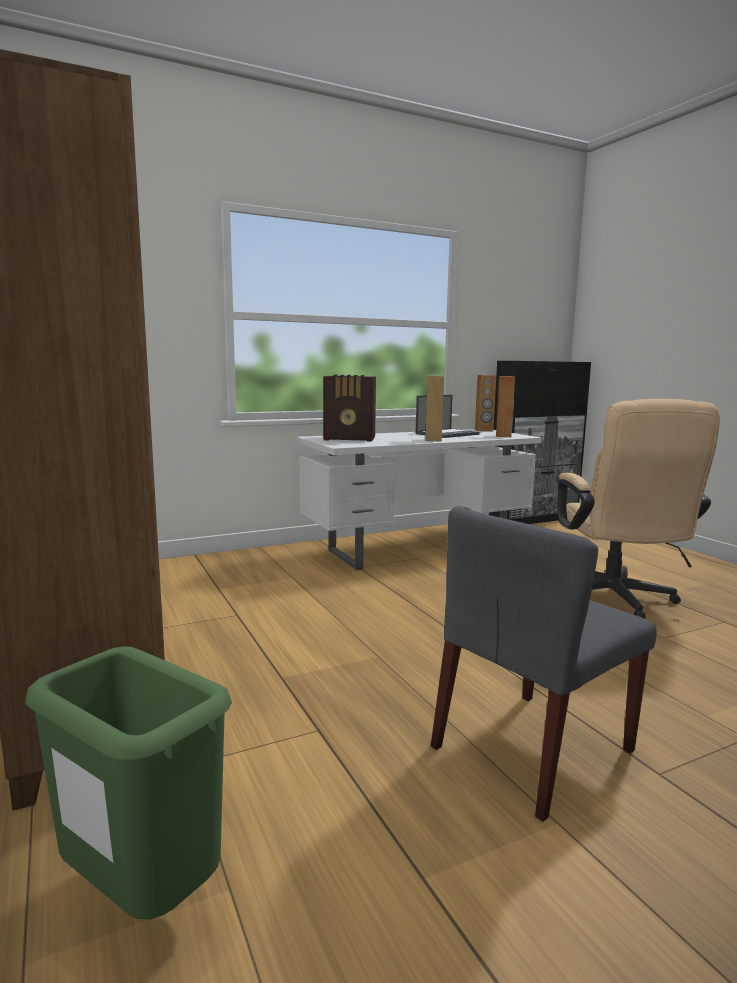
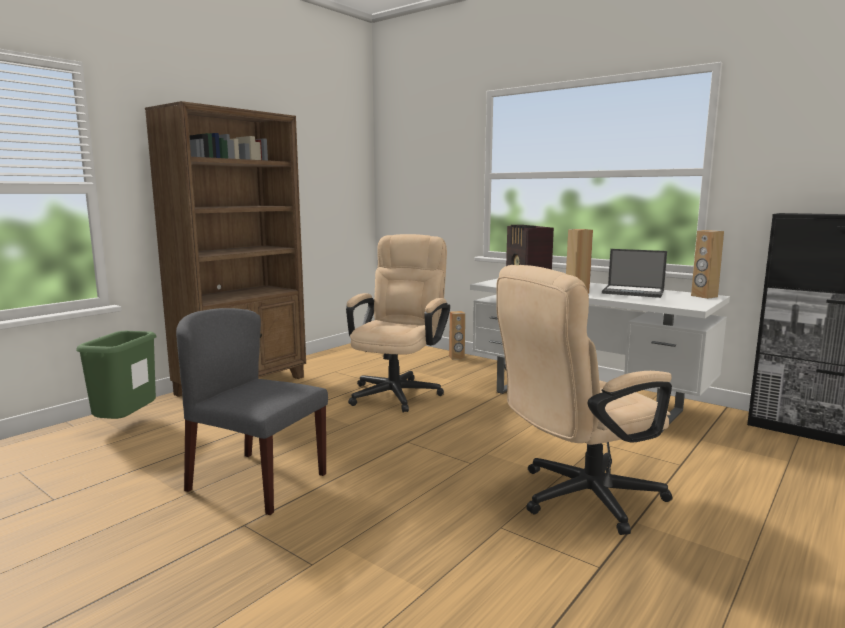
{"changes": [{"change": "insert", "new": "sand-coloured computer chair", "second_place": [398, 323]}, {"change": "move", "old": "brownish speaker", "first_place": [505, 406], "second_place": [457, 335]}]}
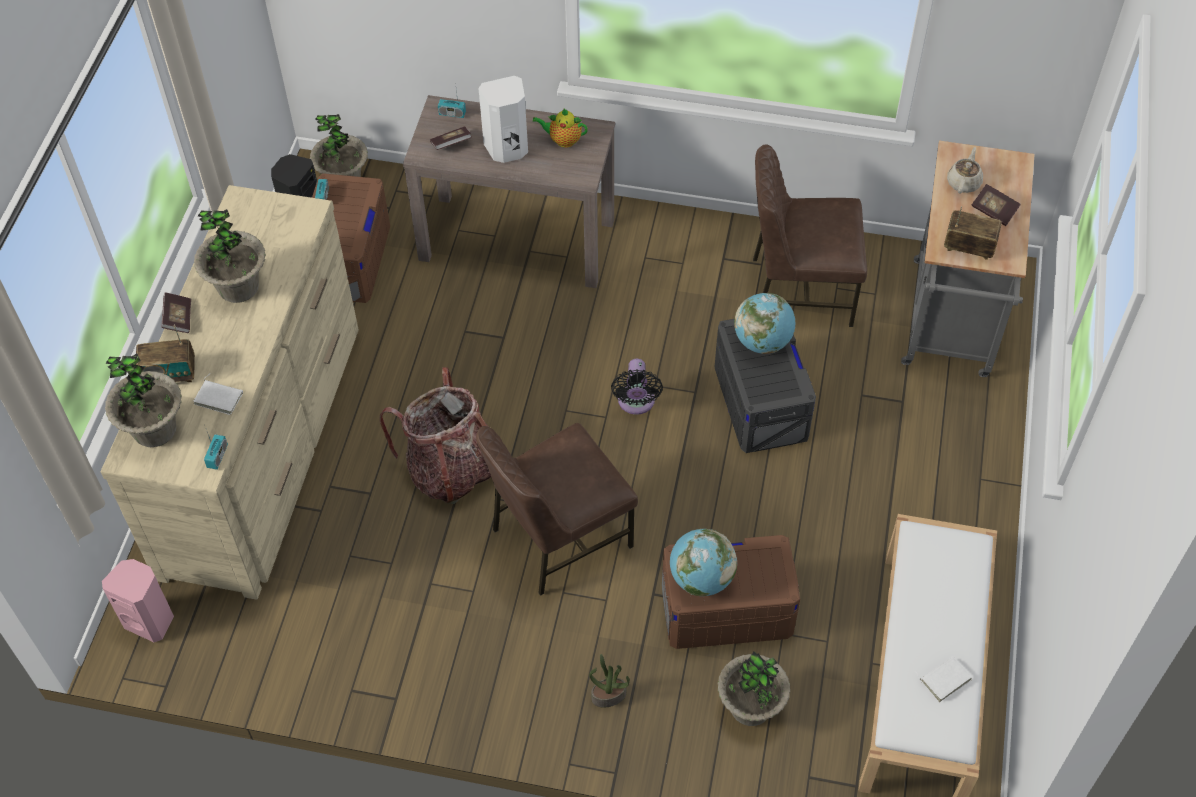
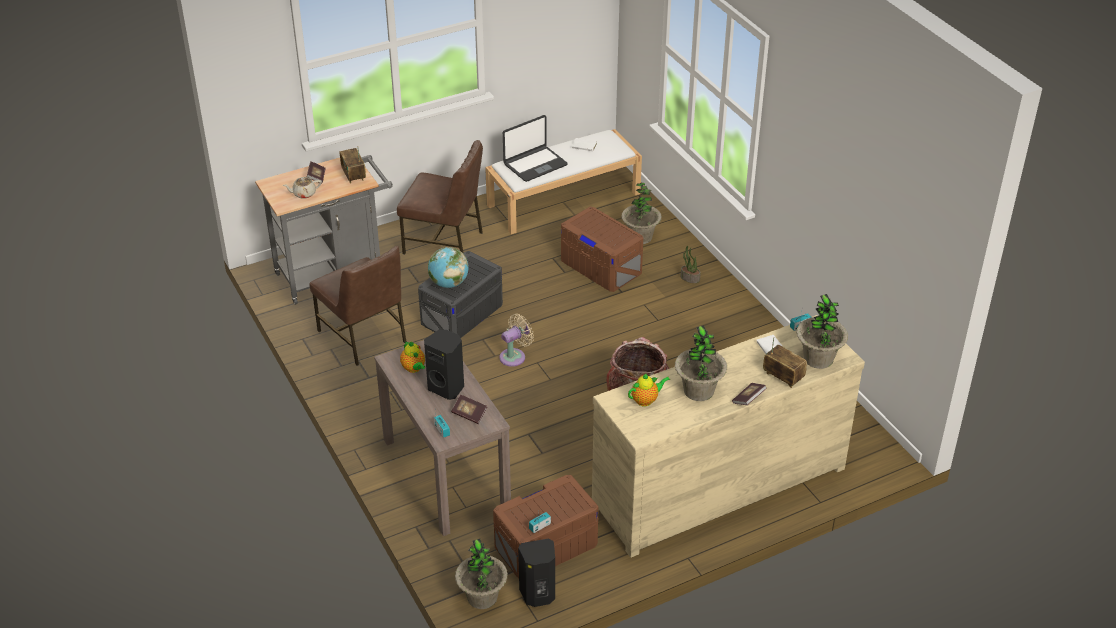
{"changes": [{"change": "delete", "old": "pink-coloured speaker", "first_place": [138, 600]}, {"change": "delete", "old": "world globe", "first_place": [703, 562]}, {"change": "insert", "new": "laptop", "second_place": [535, 148]}, {"change": "insert", "new": "tea pot", "second_place": [649, 389]}, {"change": "move", "old": "brownish plain chair", "first_place": [557, 509], "second_place": [440, 197]}, {"change": "recolor", "old": "white speaker", "new": "black speaker", "first_place": [503, 119], "second_place": [444, 365]}, {"change": "recolor", "old": "black cooling fan", "new": "sand-coloured cooling fan", "first_place": [637, 386], "second_place": [516, 340]}]}
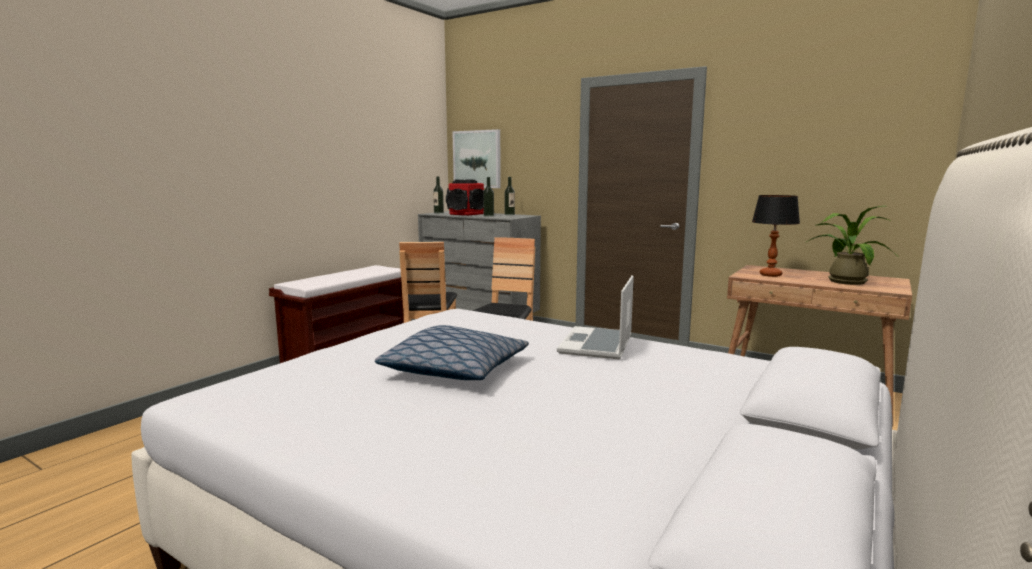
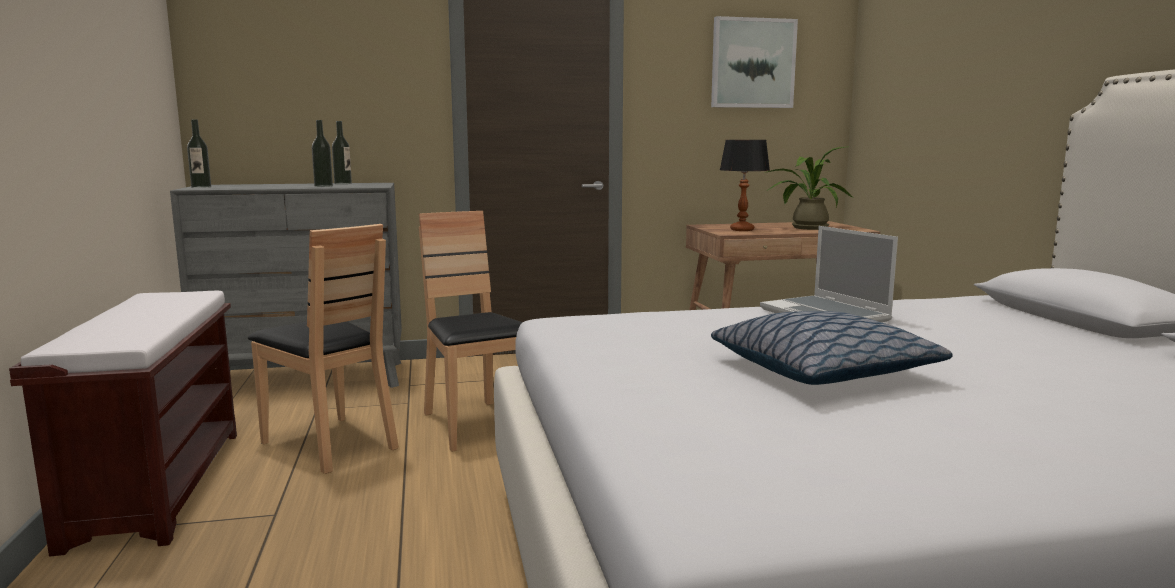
{"changes": [{"change": "delete", "old": "speaker", "first_place": [465, 197]}, {"change": "move", "old": "picture", "first_place": [476, 158], "second_place": [754, 62]}]}
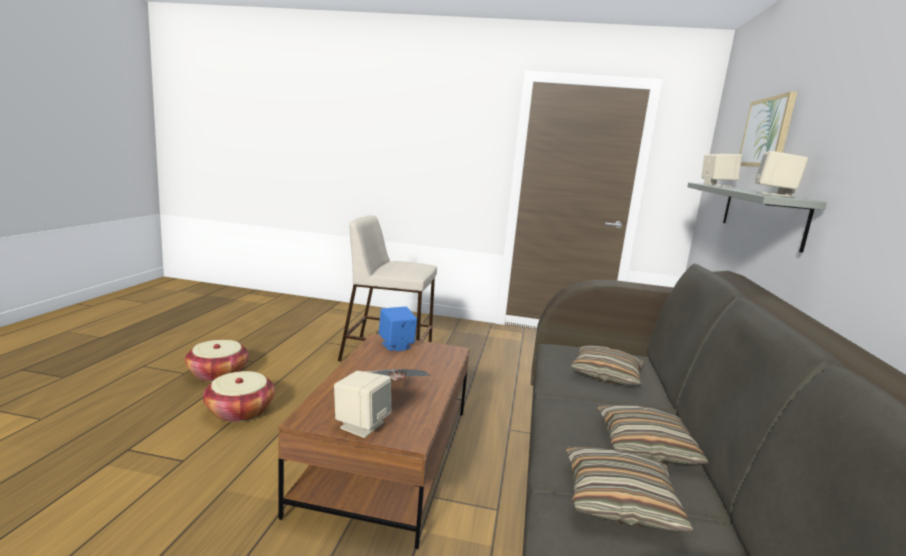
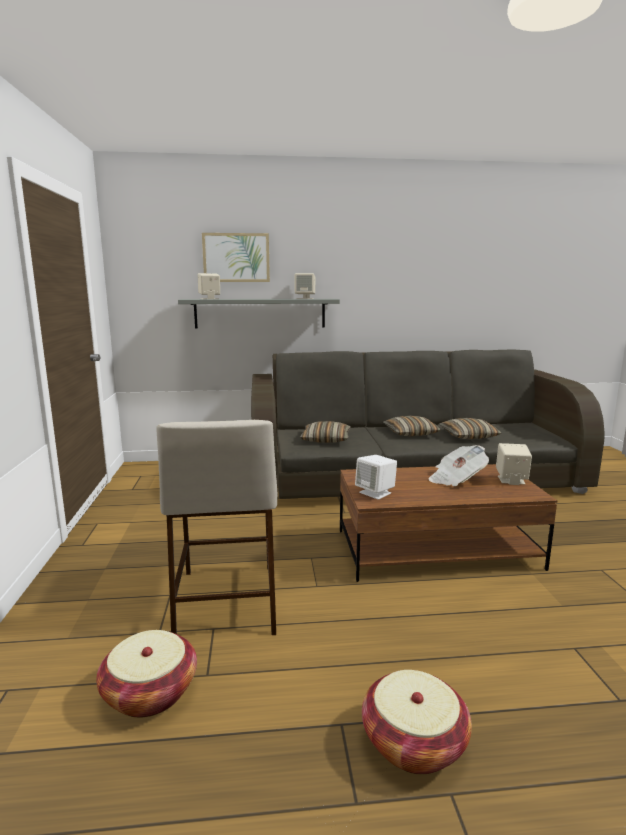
{"changes": [{"change": "move", "old": "household basket", "first_place": [239, 396], "second_place": [146, 674]}, {"change": "recolor", "old": "blue speaker", "new": "white speaker", "first_place": [398, 329], "second_place": [376, 477]}]}
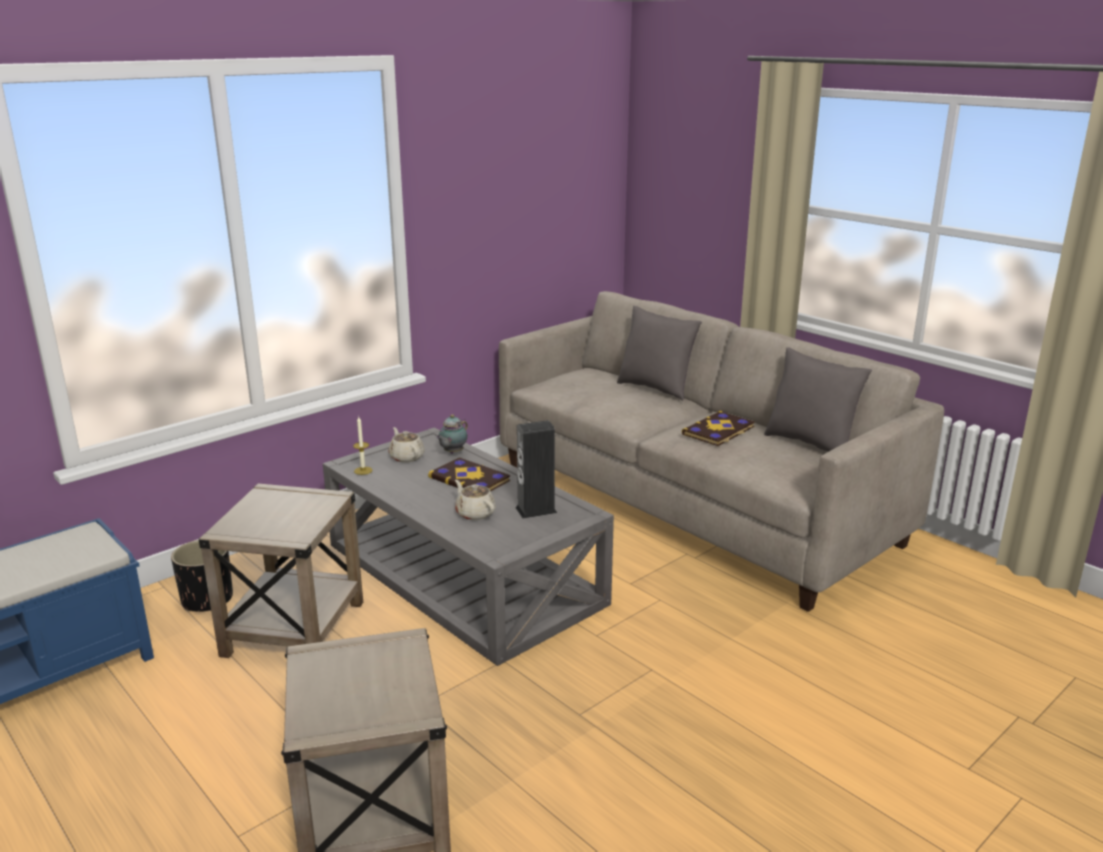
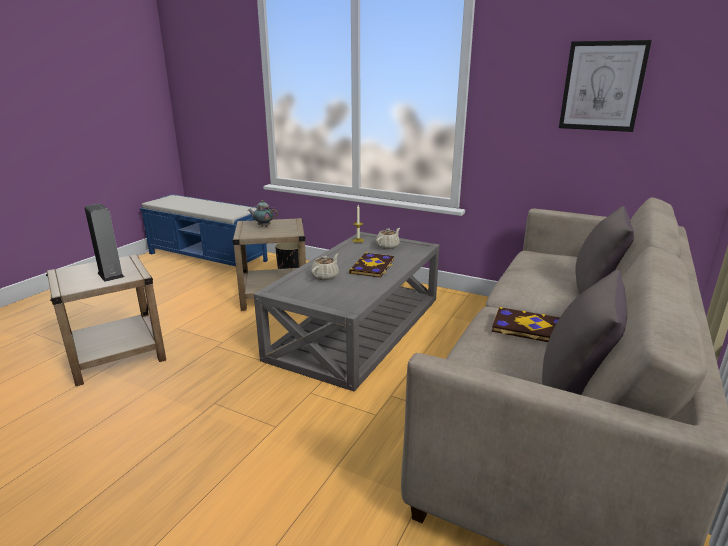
{"changes": [{"change": "insert", "new": "picture", "second_place": [605, 86]}, {"change": "move", "old": "tea pot", "first_place": [452, 434], "second_place": [263, 213]}, {"change": "move", "old": "speaker", "first_place": [536, 469], "second_place": [104, 243]}]}
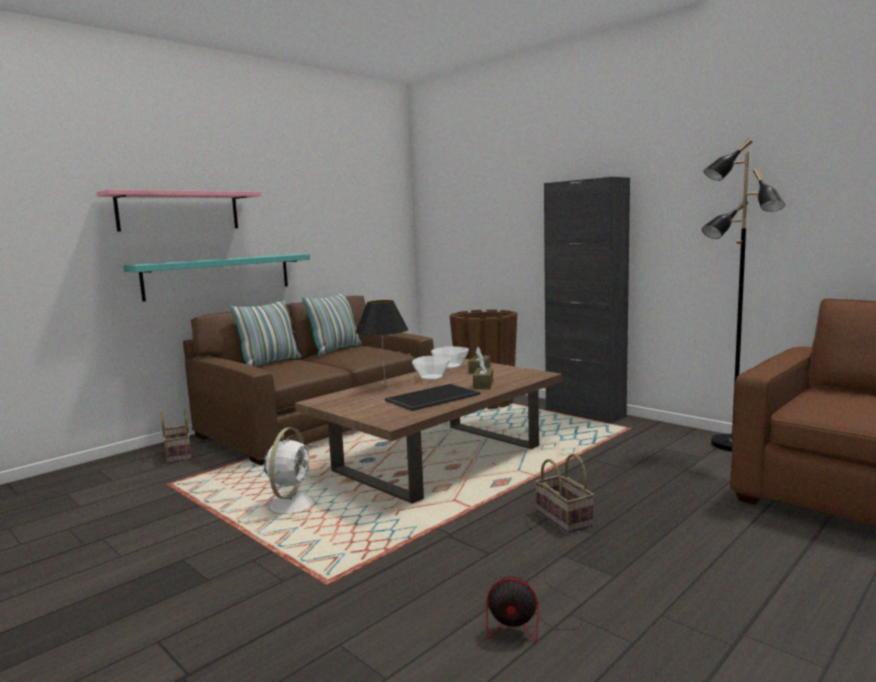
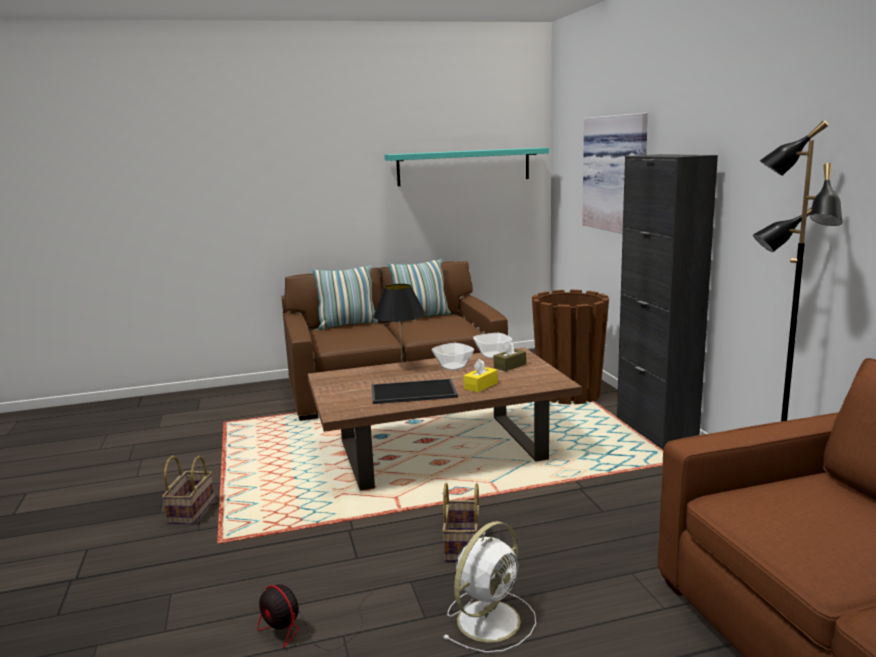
{"changes": [{"change": "delete", "old": "pink-coloured shelf", "first_place": [179, 210]}, {"change": "insert", "new": "picture", "second_place": [615, 173]}, {"change": "move", "old": "turquoise-coloured shelf", "first_place": [216, 278], "second_place": [466, 167]}, {"change": "move", "old": "household basket", "first_place": [176, 435], "second_place": [188, 490]}, {"change": "move", "old": "white cooling fan", "first_place": [287, 473], "second_place": [489, 587]}, {"change": "recolor", "old": "brownish tissue holder", "new": "yellow-coloured tissue holder", "first_place": [483, 374], "second_place": [481, 375]}]}
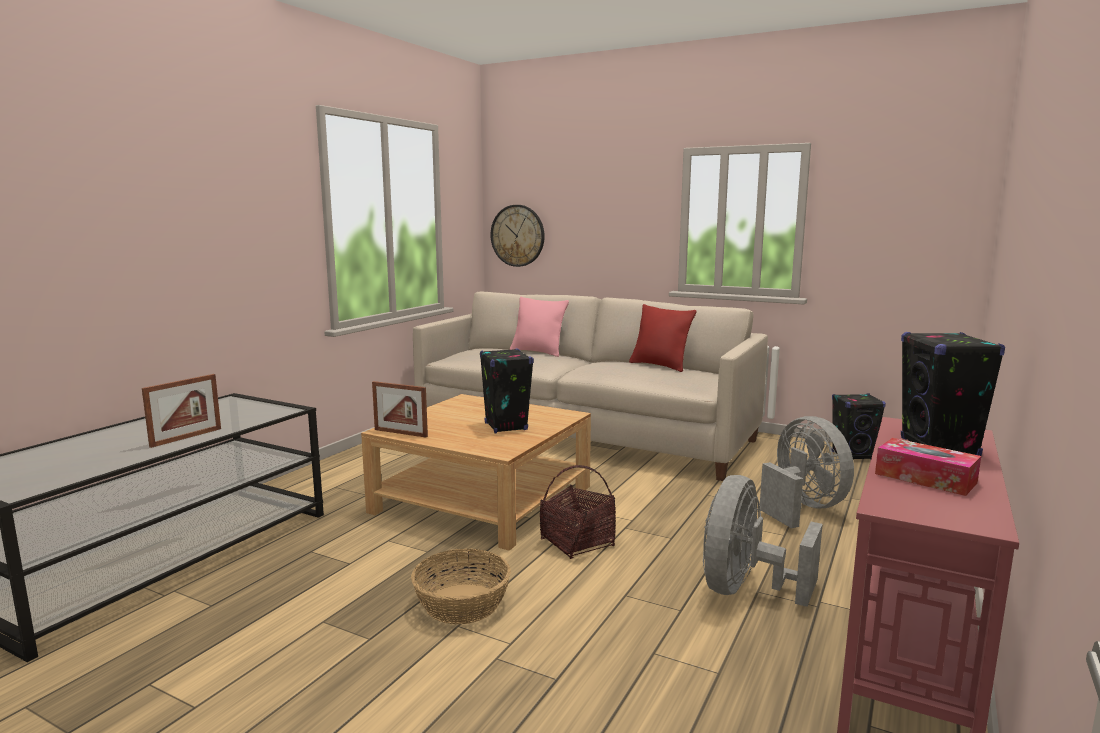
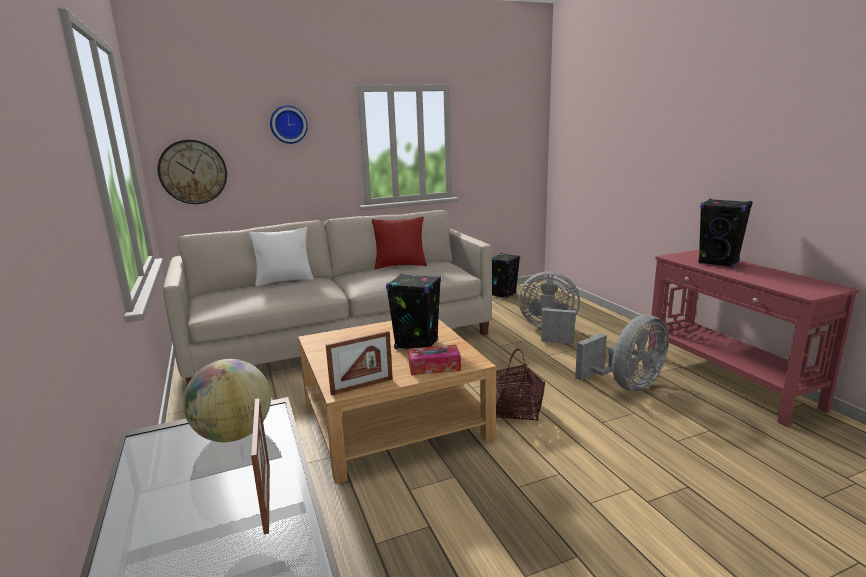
{"changes": [{"change": "delete", "old": "household basket", "first_place": [461, 586]}, {"change": "insert", "new": "world globe", "second_place": [227, 400]}, {"change": "insert", "new": "clock on the wall", "second_place": [289, 124]}, {"change": "move", "old": "tissue holder", "first_place": [928, 467], "second_place": [434, 360]}, {"change": "recolor", "old": "pink-coloured throw pillow", "new": "white throw pillow", "first_place": [539, 326], "second_place": [281, 257]}, {"change": "rotate", "old": "grey cooling fan", "first_place": [763, 541], "second_place": [622, 353], "degrees": -105}]}
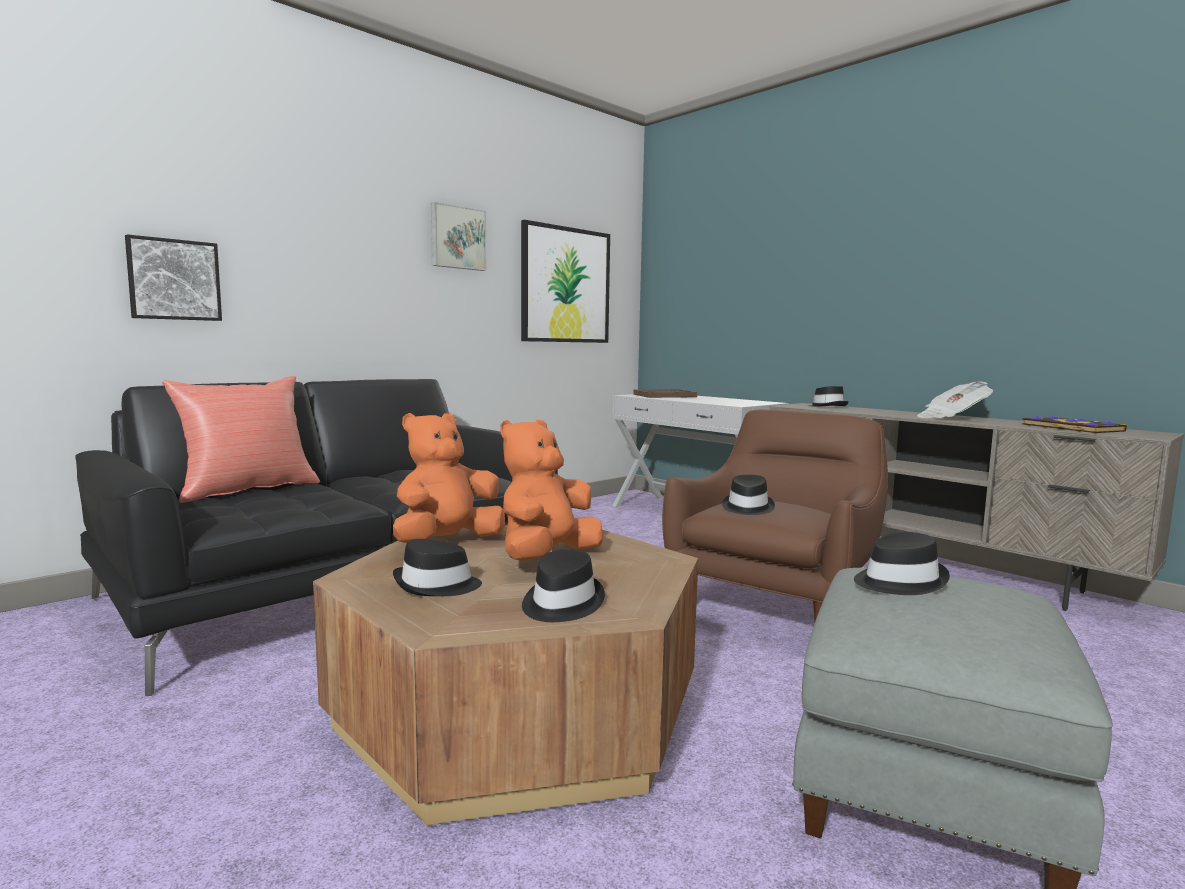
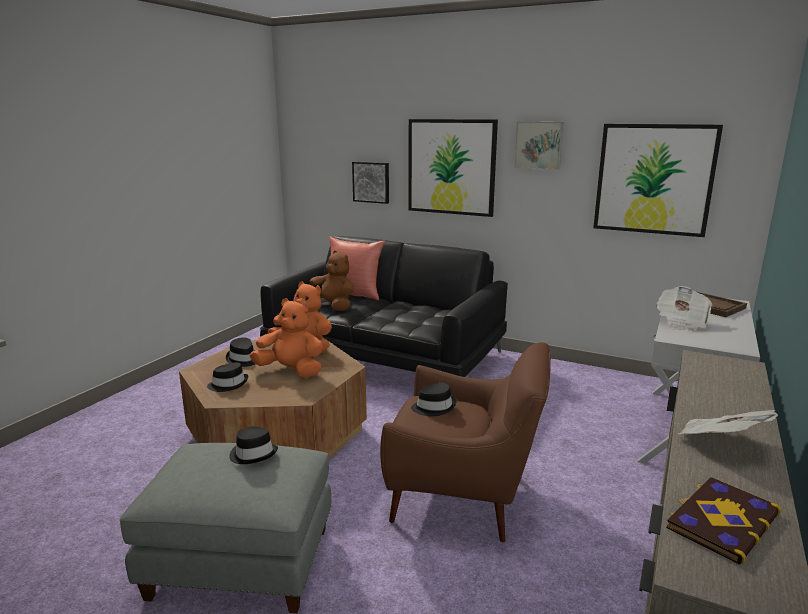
{"changes": [{"change": "delete", "old": "black wearable hat", "first_place": [828, 396]}, {"change": "insert", "new": "brownish cuddly toy", "second_place": [332, 281]}, {"change": "insert", "new": "picture", "second_place": [453, 168]}, {"change": "insert", "new": "printed paper", "second_place": [684, 308]}]}
